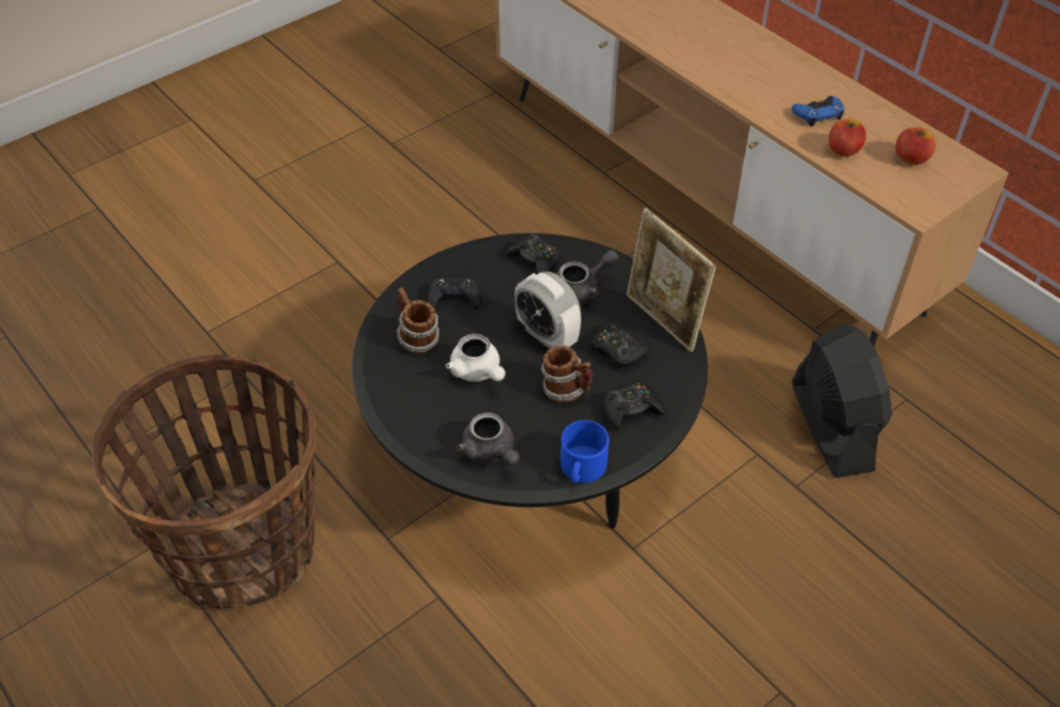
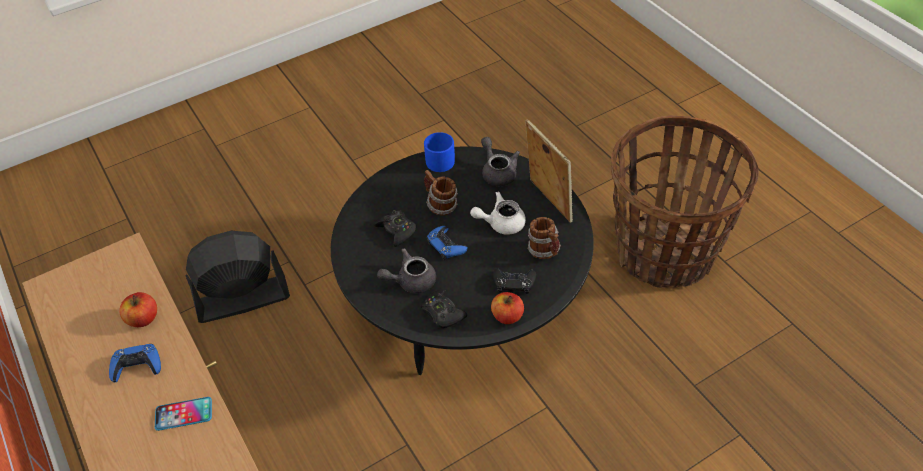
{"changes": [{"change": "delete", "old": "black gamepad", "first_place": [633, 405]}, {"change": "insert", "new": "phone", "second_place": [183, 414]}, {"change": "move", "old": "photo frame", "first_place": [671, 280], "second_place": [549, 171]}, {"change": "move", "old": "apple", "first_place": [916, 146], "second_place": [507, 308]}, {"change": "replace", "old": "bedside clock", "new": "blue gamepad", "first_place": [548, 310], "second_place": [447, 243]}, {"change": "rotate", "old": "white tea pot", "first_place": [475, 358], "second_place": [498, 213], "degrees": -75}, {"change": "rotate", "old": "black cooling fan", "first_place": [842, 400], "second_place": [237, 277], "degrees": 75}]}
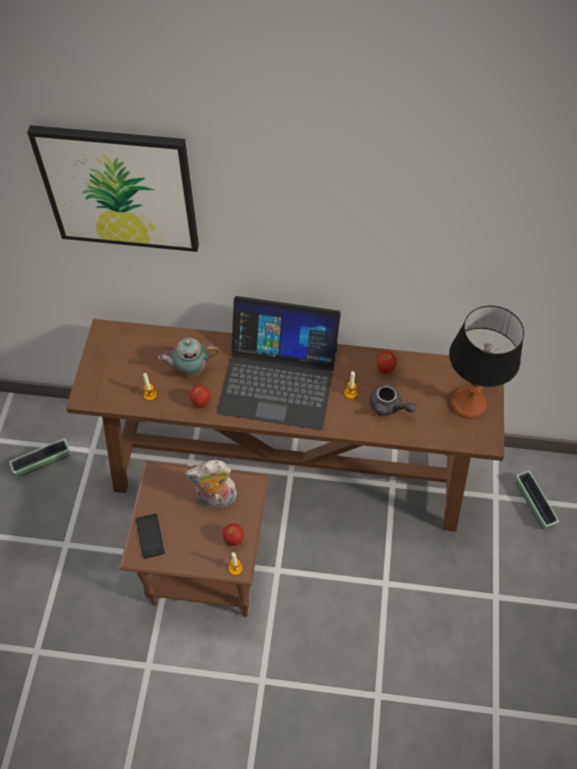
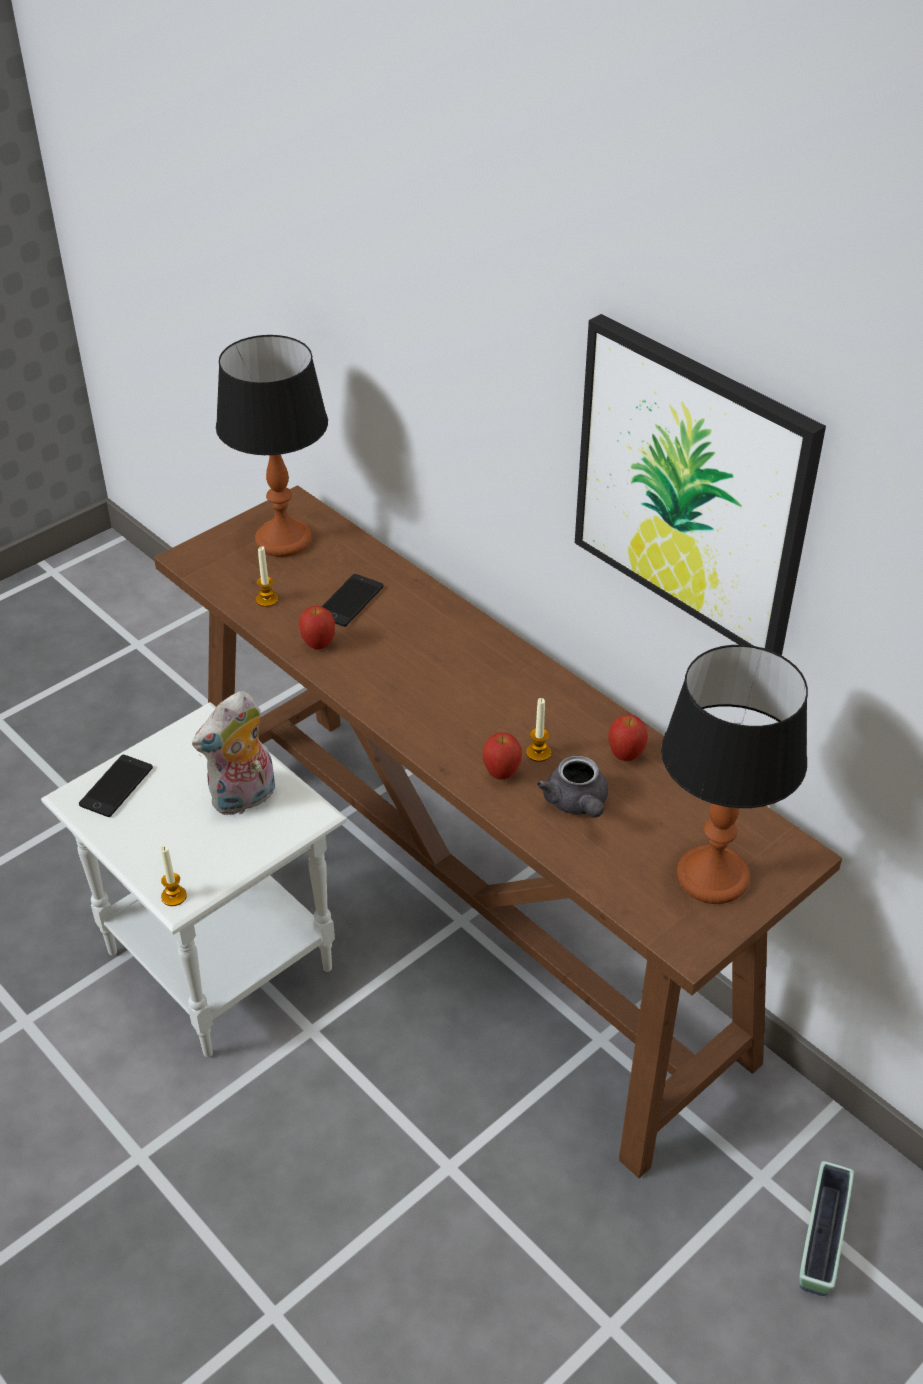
{"changes": [{"change": "delete", "old": "planter", "first_place": [39, 458]}, {"change": "delete", "old": "laptop", "first_place": [279, 363]}, {"change": "insert", "new": "tabletop lamp", "second_place": [272, 446]}, {"change": "move", "old": "picture", "first_place": [113, 188], "second_place": [700, 484]}, {"change": "move", "old": "apple", "first_place": [233, 534], "second_place": [502, 756]}, {"change": "replace", "old": "tea pot", "new": "phone", "first_place": [188, 357], "second_place": [352, 600]}, {"change": "recolor", "old": "brownish accent table", "new": "white accent table", "first_place": [194, 539], "second_place": [194, 879]}, {"change": "rotate", "old": "cuddly toy", "first_place": [211, 484], "second_place": [233, 753], "degrees": -75}]}
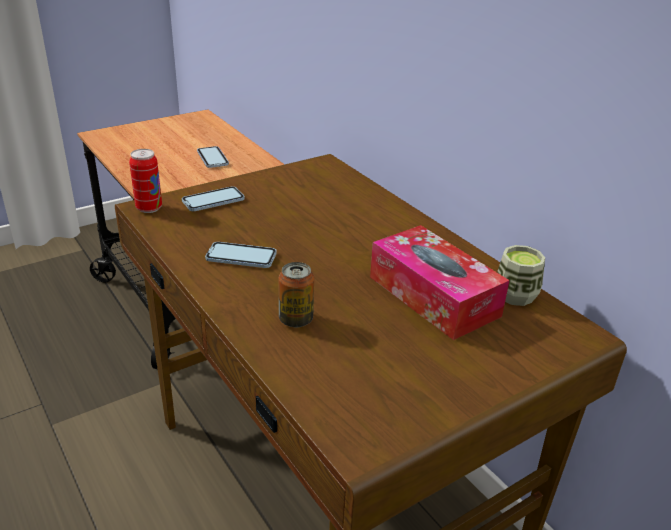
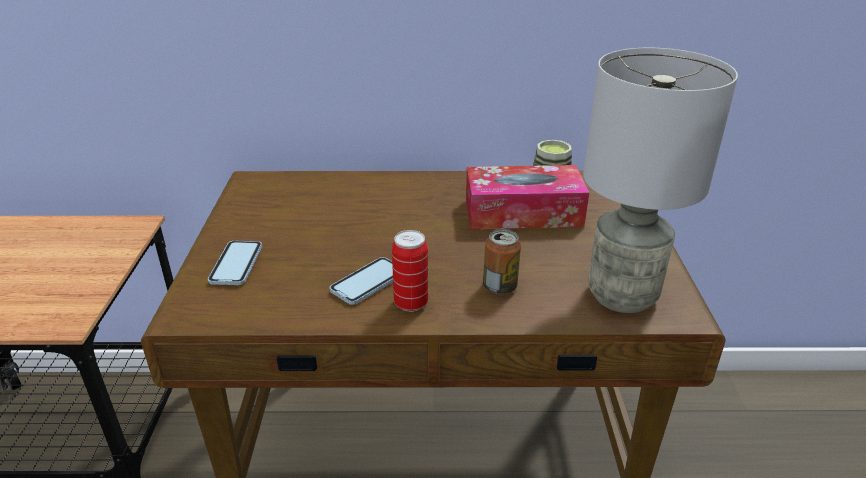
{"changes": [{"change": "delete", "old": "phone", "first_place": [213, 157]}, {"change": "insert", "new": "grey tabletop lamp", "second_place": [660, 180]}, {"change": "move", "old": "can", "first_place": [145, 181], "second_place": [410, 271]}]}
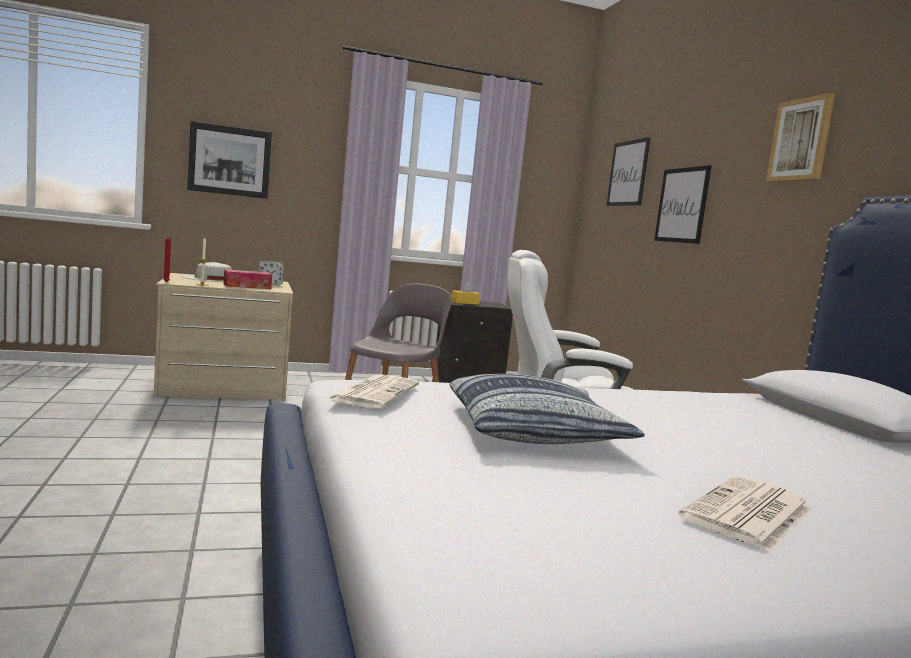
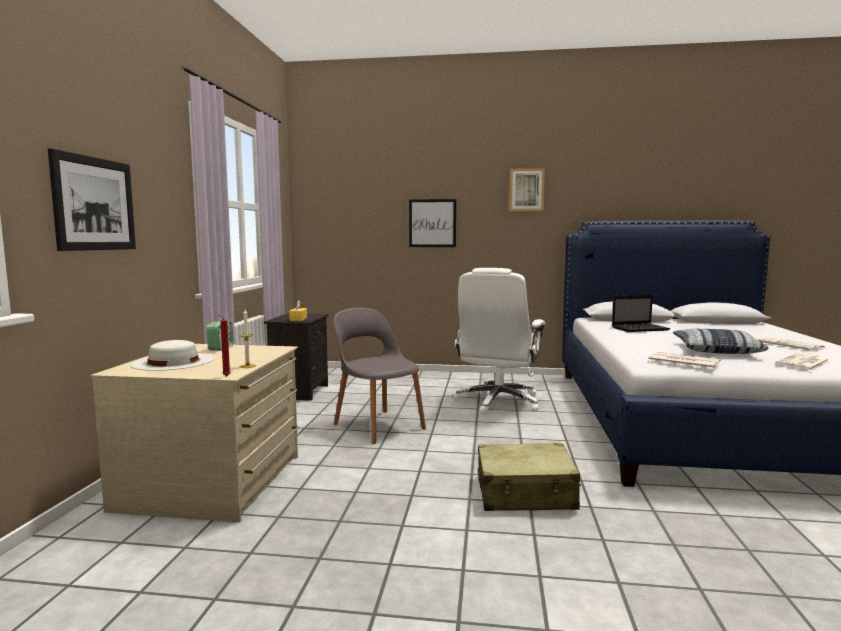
{"changes": [{"change": "delete", "old": "tissue holder", "first_place": [248, 279]}, {"change": "delete", "old": "picture", "first_place": [628, 171]}, {"change": "insert", "new": "sand-coloured suitcase", "second_place": [529, 477]}, {"change": "insert", "new": "laptop", "second_place": [641, 313]}, {"change": "insert", "new": "printed paper", "second_place": [803, 362]}]}
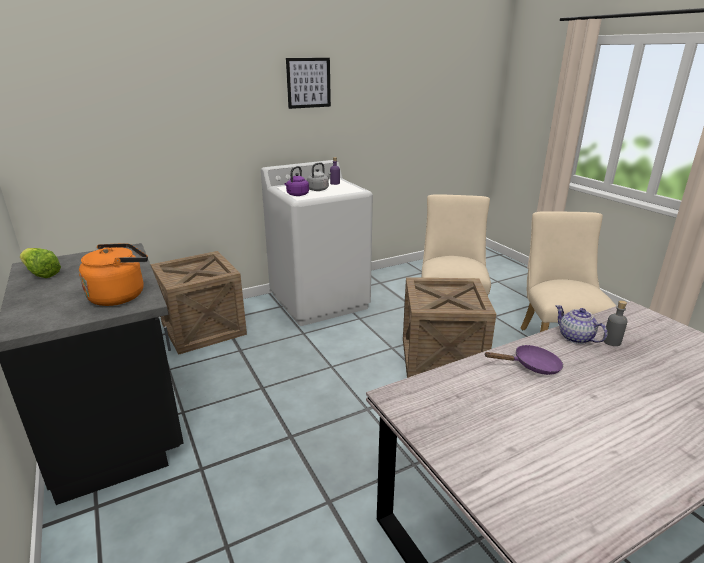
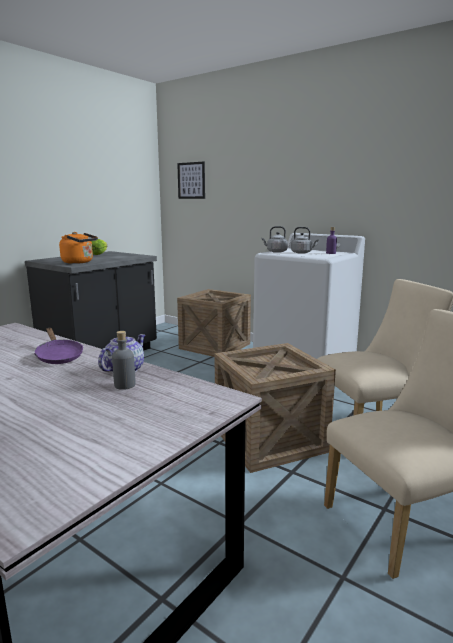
{"changes": [{"change": "move", "old": "picture", "first_place": [308, 83], "second_place": [191, 180]}, {"change": "recolor", "old": "purple-coloured tea kettle", "new": "grey tea kettle", "first_place": [296, 181], "second_place": [275, 239]}]}
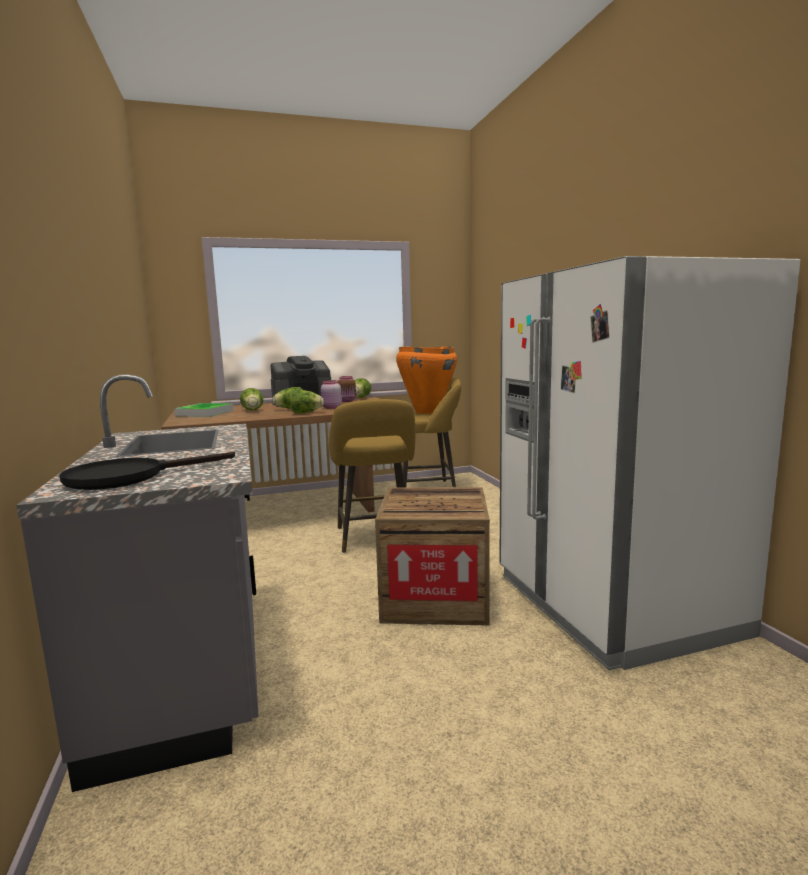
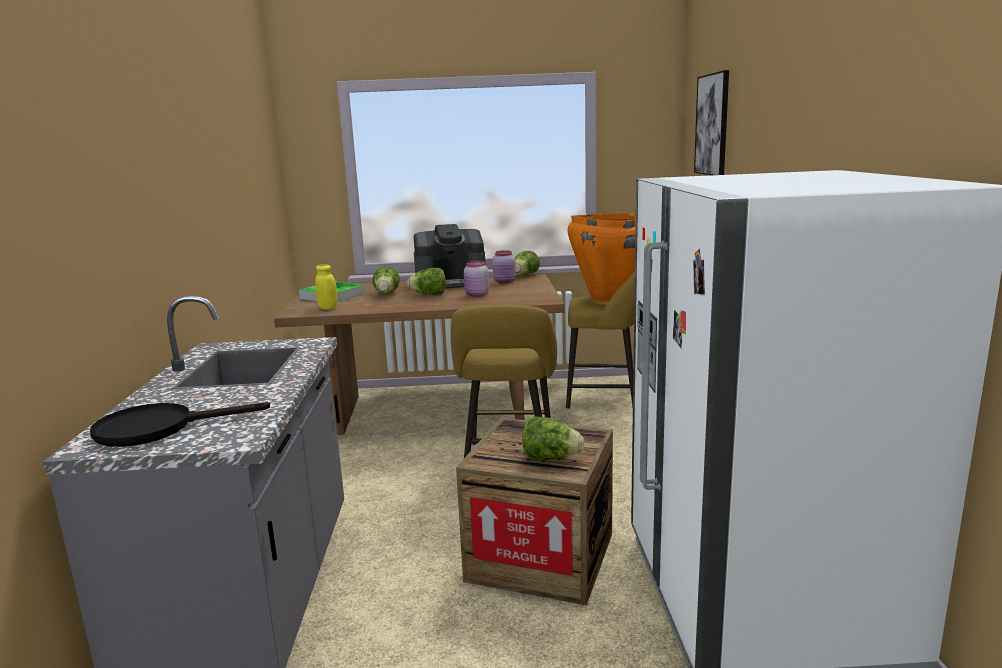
{"changes": [{"change": "insert", "new": "yellow-coloured preserve jar", "second_place": [326, 286]}, {"change": "insert", "new": "picture", "second_place": [711, 122]}, {"change": "move", "old": "head of lettuce", "first_place": [307, 402], "second_place": [553, 439]}, {"change": "recolor", "old": "brownish preserve jar", "new": "pink-coloured preserve jar", "first_place": [347, 389], "second_place": [504, 267]}]}
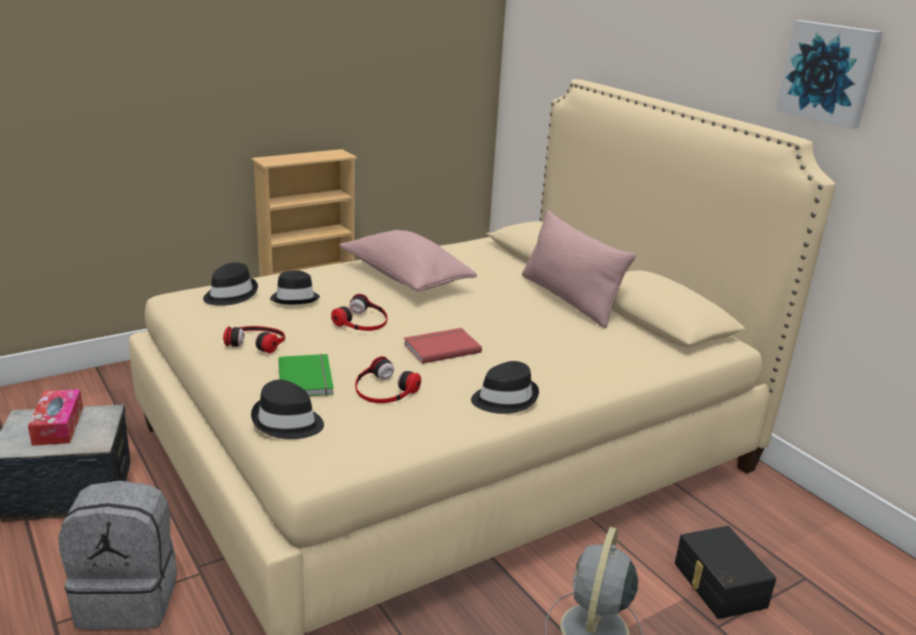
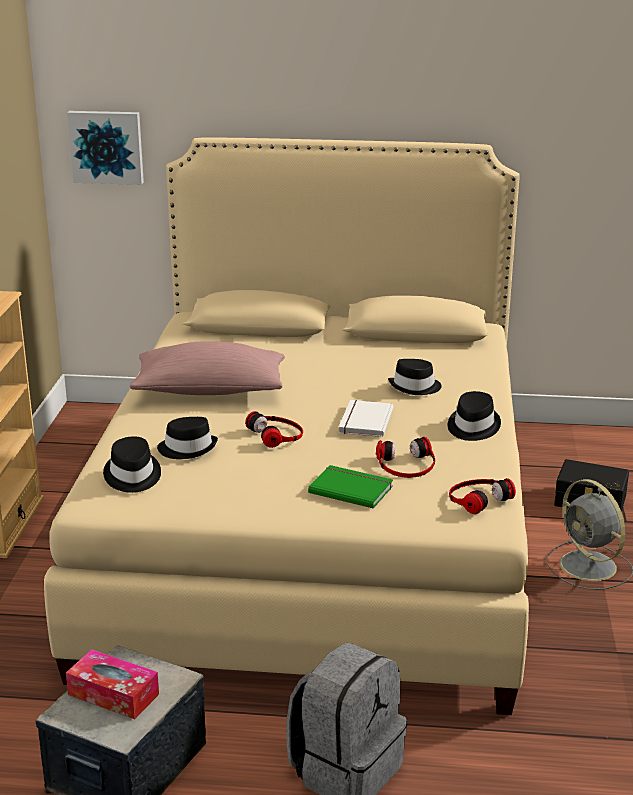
{"changes": [{"change": "delete", "old": "pink-coloured throw pillow", "first_place": [579, 269]}, {"change": "move", "old": "headphones", "first_place": [254, 339], "second_place": [482, 496]}, {"change": "move", "old": "black wearable hat", "first_place": [287, 409], "second_place": [415, 377]}, {"change": "move", "old": "picture", "first_place": [829, 74], "second_place": [105, 148]}, {"change": "recolor", "old": "reddish bound book", "new": "white bound book", "first_place": [443, 346], "second_place": [366, 418]}]}
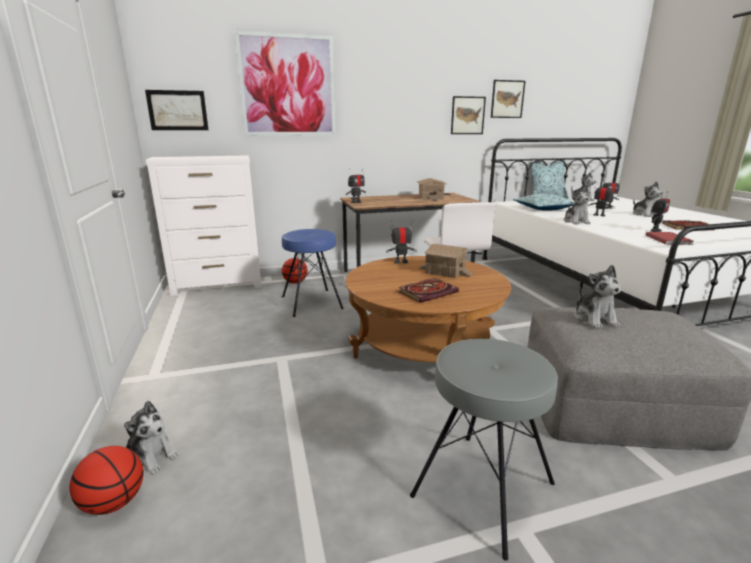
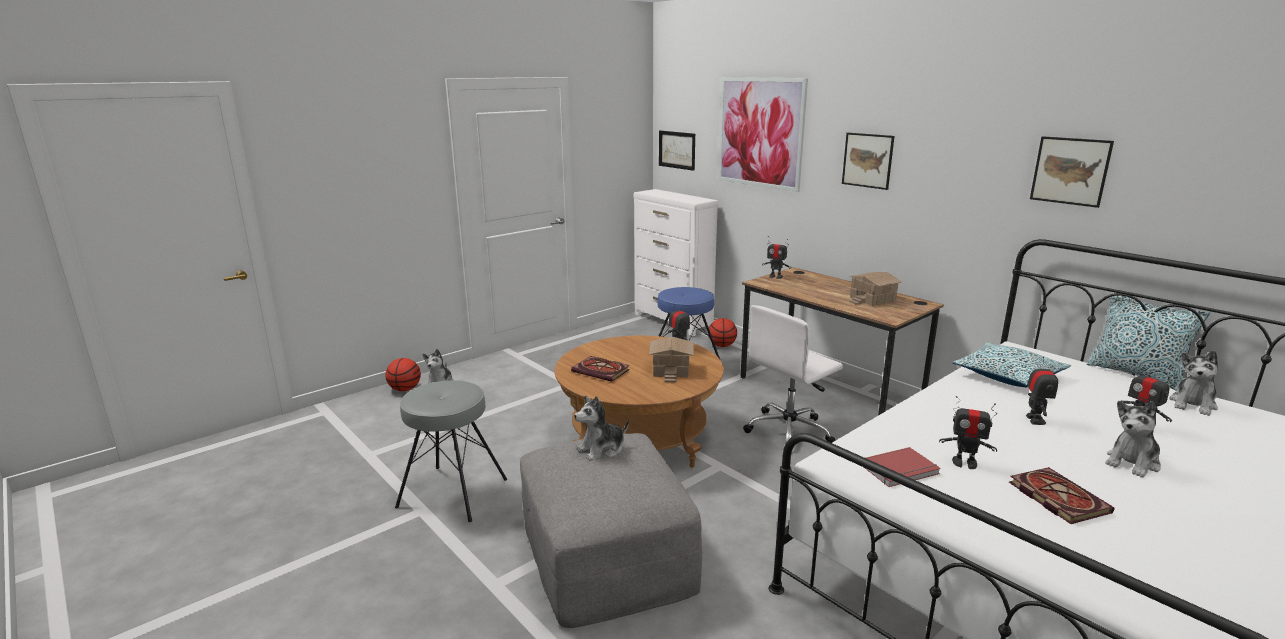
{"changes": [{"change": "delete", "old": "cuddly toy", "first_place": [577, 205]}, {"change": "move", "old": "picture", "first_place": [468, 115], "second_place": [868, 161]}]}
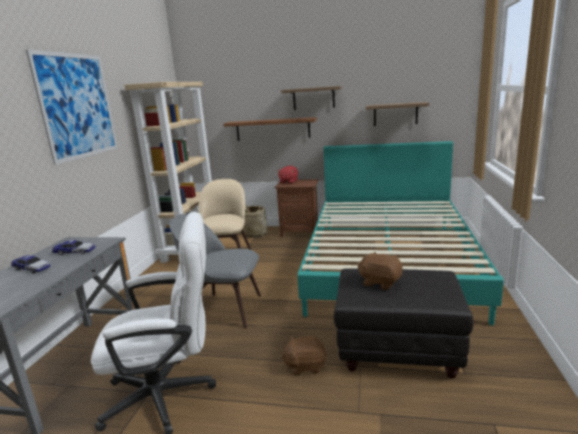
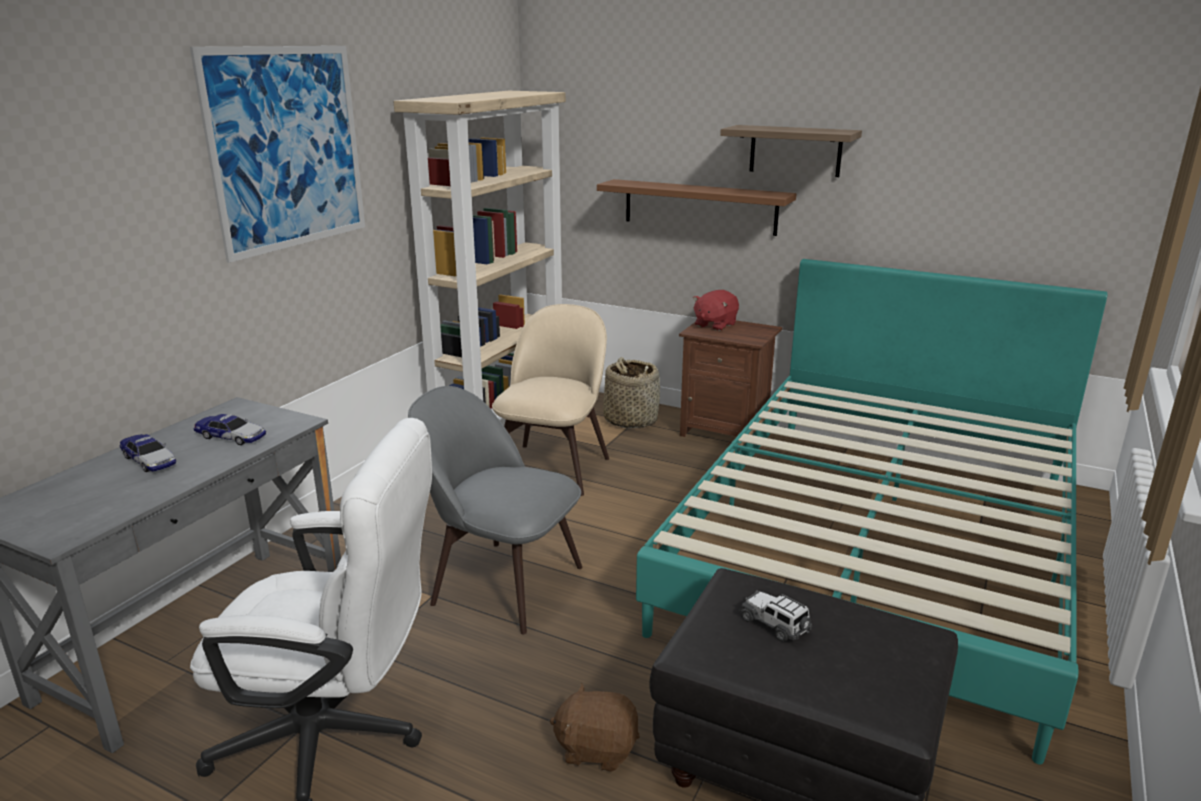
{"changes": [{"change": "delete", "old": "shelf", "first_place": [397, 114]}, {"change": "replace", "old": "brownish cuddly toy", "new": "toy car", "first_place": [380, 271], "second_place": [775, 616]}]}
